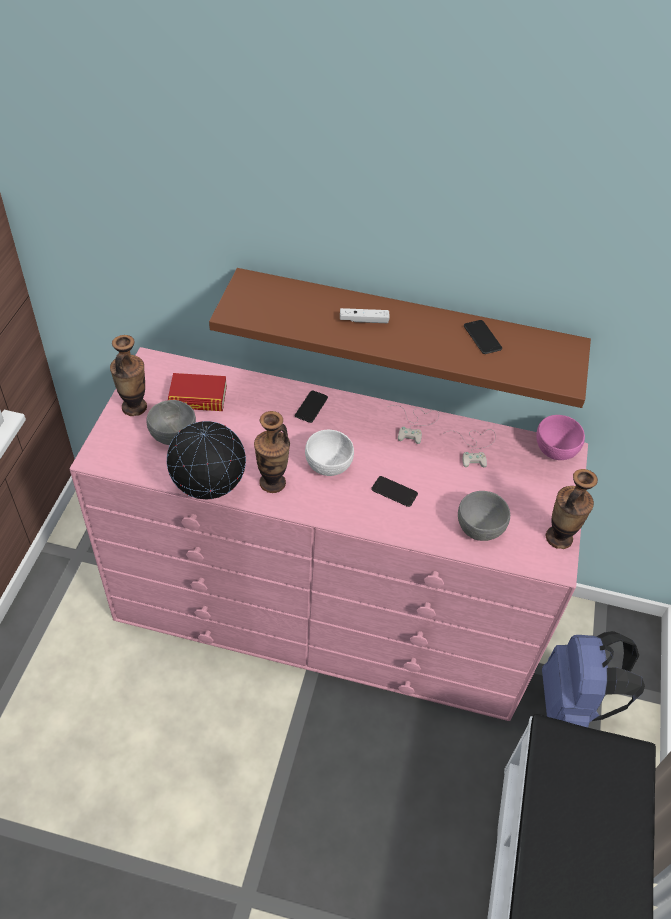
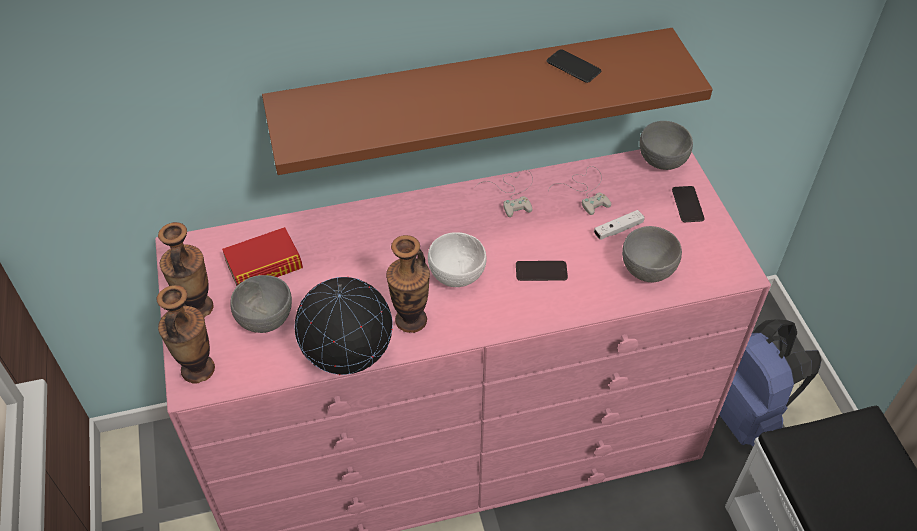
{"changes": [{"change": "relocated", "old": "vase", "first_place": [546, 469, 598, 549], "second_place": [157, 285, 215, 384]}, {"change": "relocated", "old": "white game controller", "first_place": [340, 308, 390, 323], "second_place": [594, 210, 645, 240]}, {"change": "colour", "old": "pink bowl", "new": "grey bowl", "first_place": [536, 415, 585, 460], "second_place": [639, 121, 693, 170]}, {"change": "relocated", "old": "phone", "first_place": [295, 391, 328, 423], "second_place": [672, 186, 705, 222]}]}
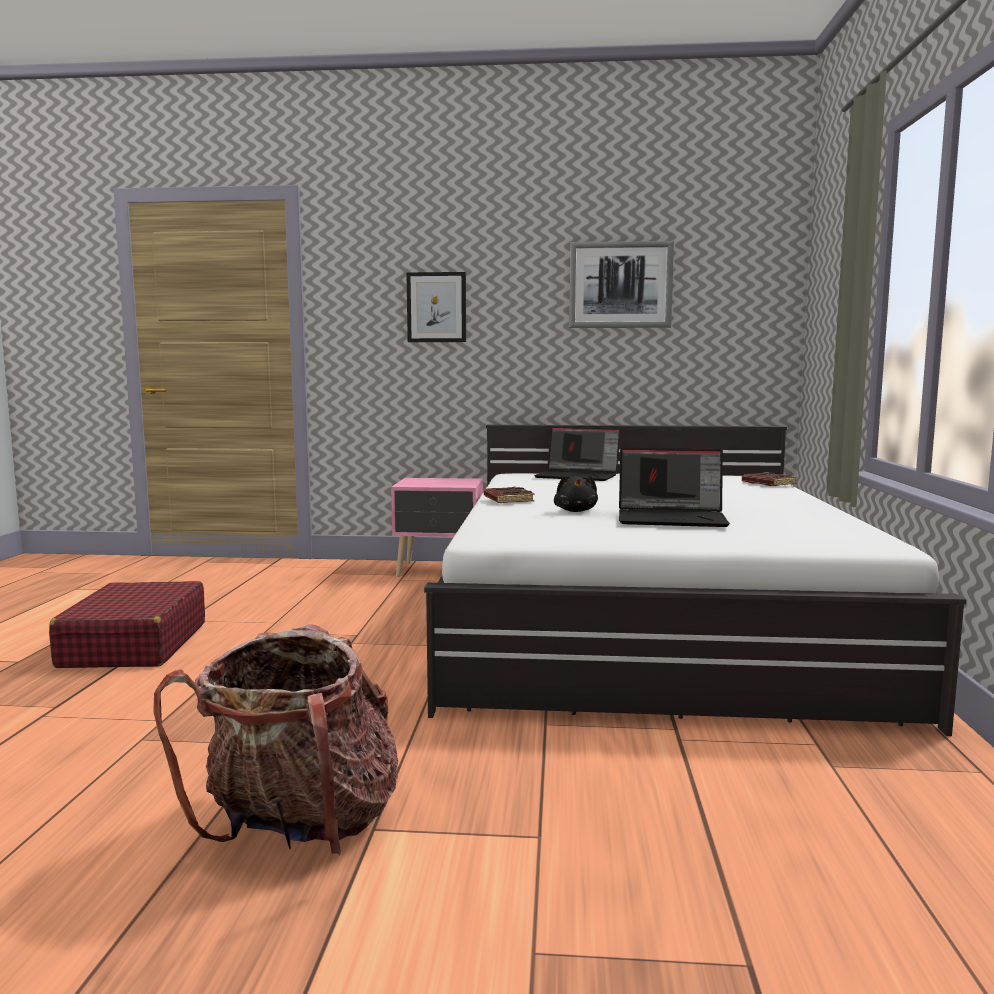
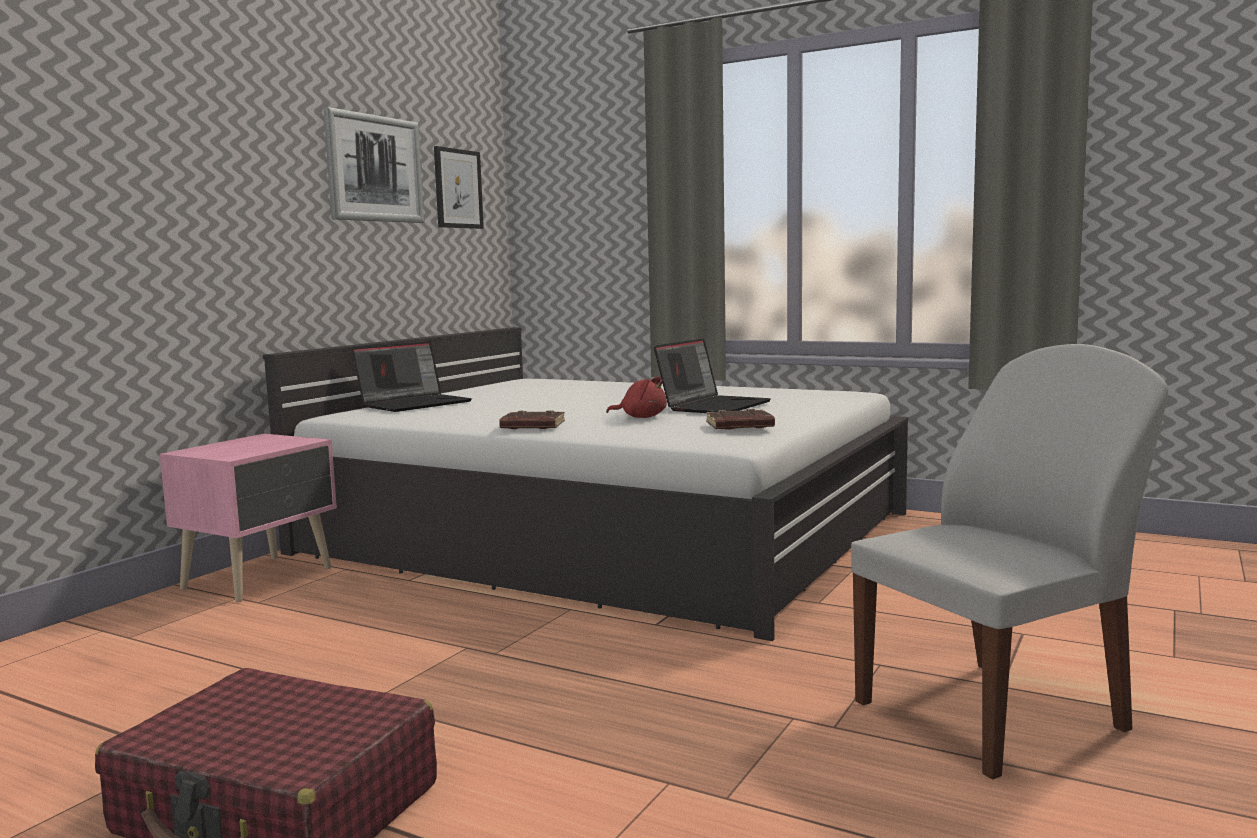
{"changes": [{"change": "relocated", "old": "picture", "first_place": [406, 272, 466, 342], "second_place": [434, 146, 484, 229]}, {"change": "colour", "old": "black plush toy", "new": "red plush toy", "first_place": [554, 475, 598, 512], "second_place": [606, 376, 667, 418]}, {"change": "relocated", "old": "brown book", "first_place": [742, 472, 797, 486], "second_place": [706, 409, 775, 430]}, {"change": "exchanged", "old": "backpack", "new": "white chair", "first_place": [153, 624, 398, 856], "second_place": [851, 344, 1168, 779]}]}
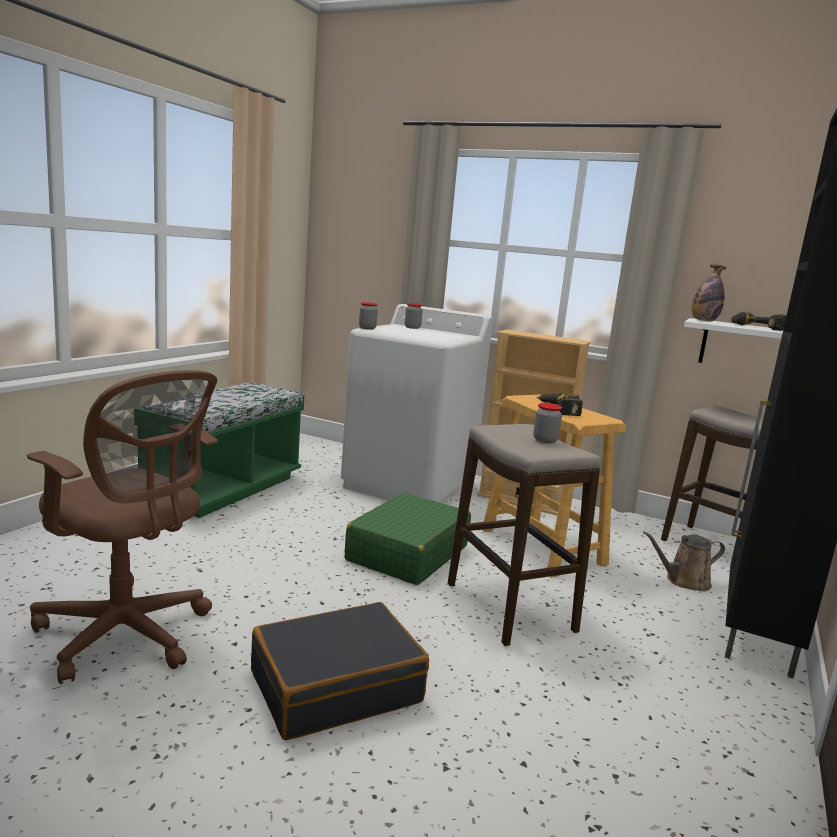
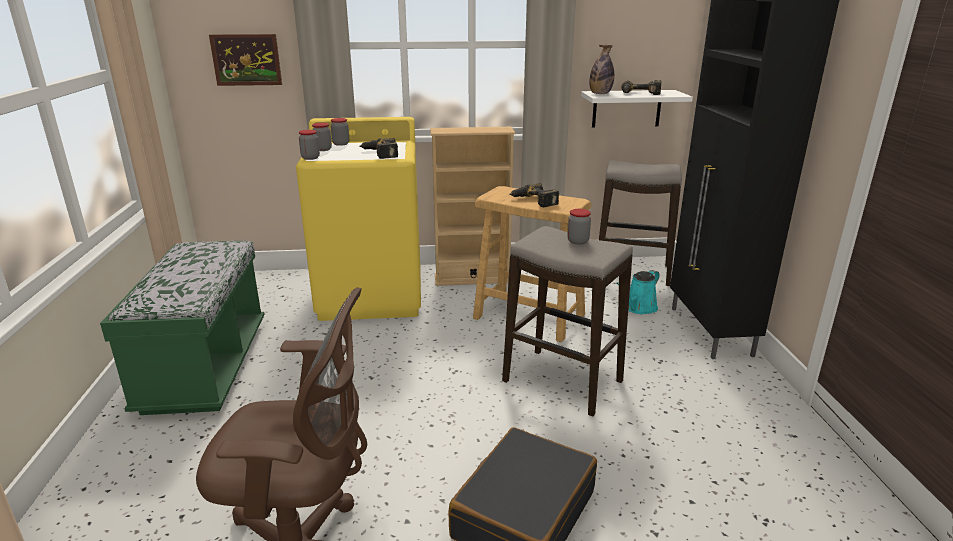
{"changes": [{"change": "appeared", "new": "picture", "second_place": [209, 34, 282, 86]}, {"change": "colour", "old": "white washing machine", "new": "yellow washing machine", "first_place": [341, 304, 493, 504], "second_place": [296, 117, 421, 321]}, {"change": "appeared", "new": "jar", "second_place": [312, 123, 332, 151]}, {"change": "appeared", "new": "power drill", "second_place": [359, 138, 398, 159]}, {"change": "colour", "old": "brown watering can", "new": "turquoise watering can", "first_place": [643, 531, 725, 591], "second_place": [616, 270, 660, 314]}, {"change": "missing", "old": "green suitcase", "first_place": [345, 493, 471, 585]}]}
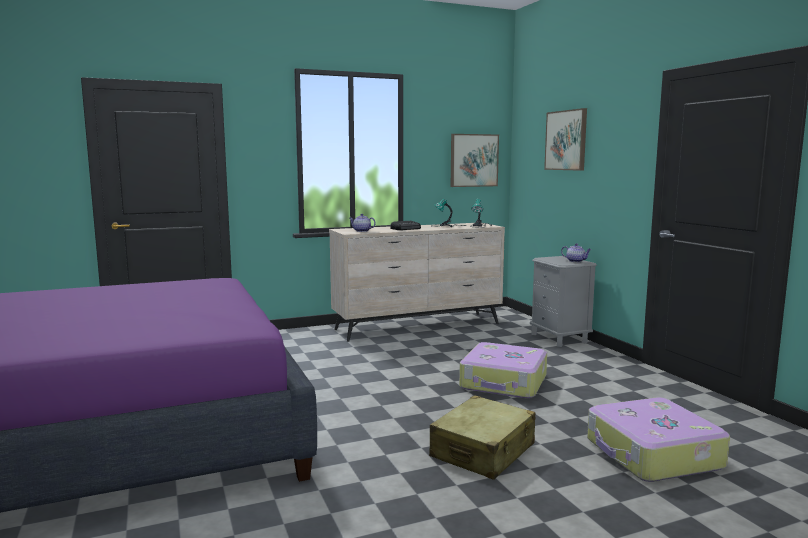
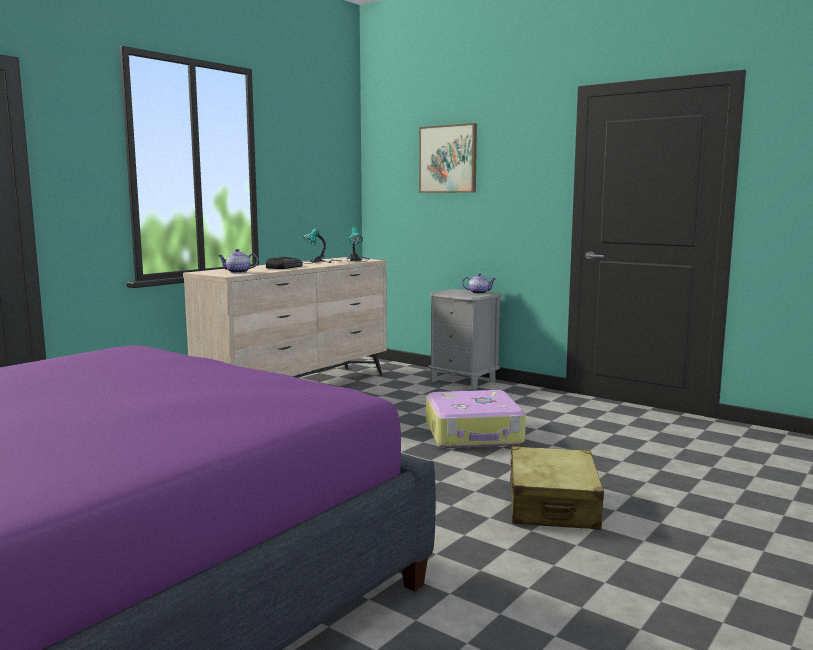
{"changes": [{"change": "missing", "old": "picture", "first_place": [451, 134, 499, 187]}, {"change": "missing", "old": "suitcase", "first_place": [587, 397, 730, 482]}]}
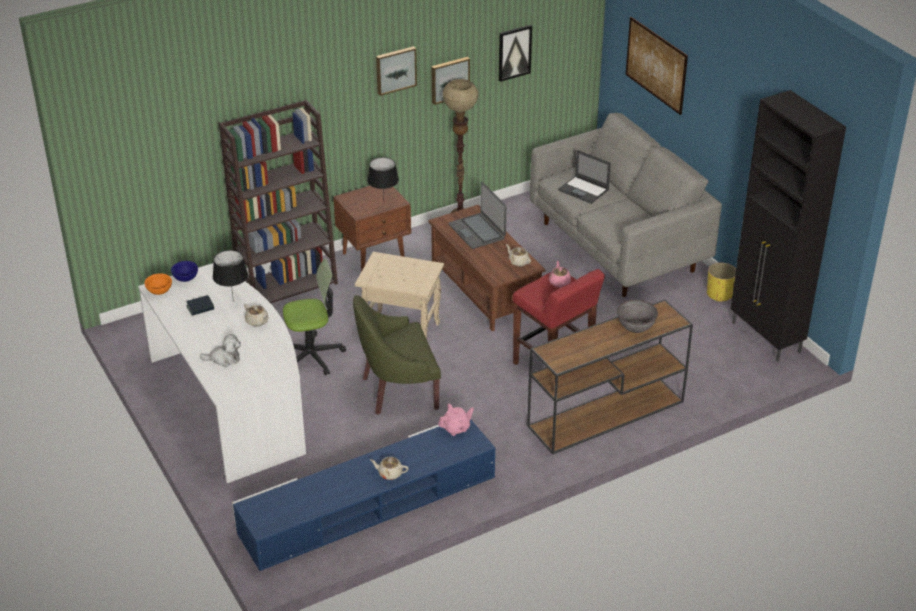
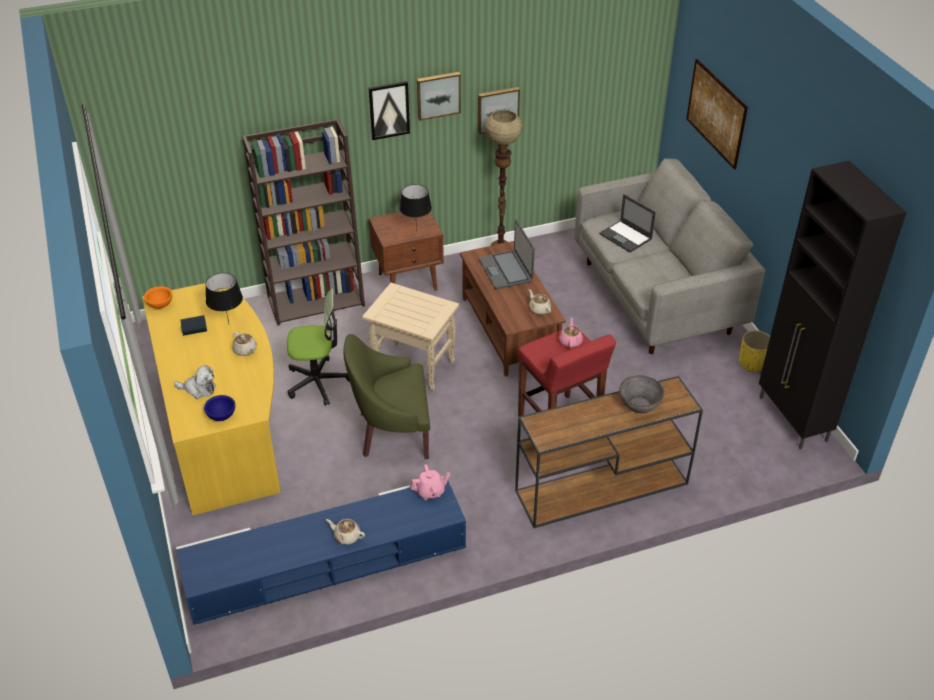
{"changes": [{"change": "colour", "old": "white desk", "new": "yellow desk", "first_place": [138, 263, 306, 483], "second_place": [142, 283, 281, 515]}, {"change": "relocated", "old": "blue bowl", "first_place": [171, 261, 198, 282], "second_place": [204, 395, 235, 421]}, {"change": "relocated", "old": "picture", "first_place": [499, 25, 532, 82], "second_place": [369, 81, 410, 140]}]}
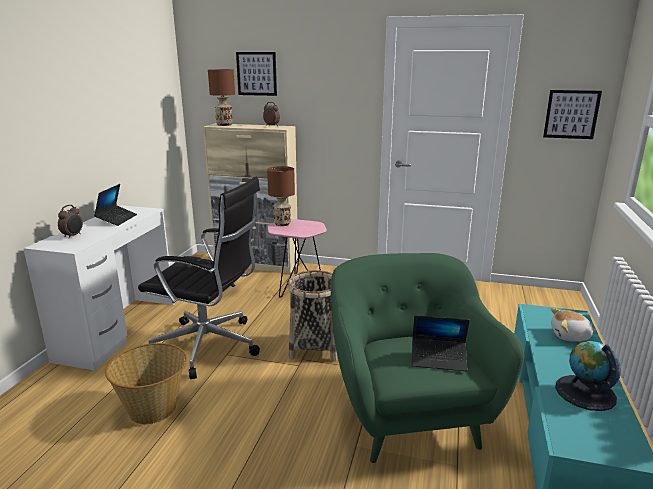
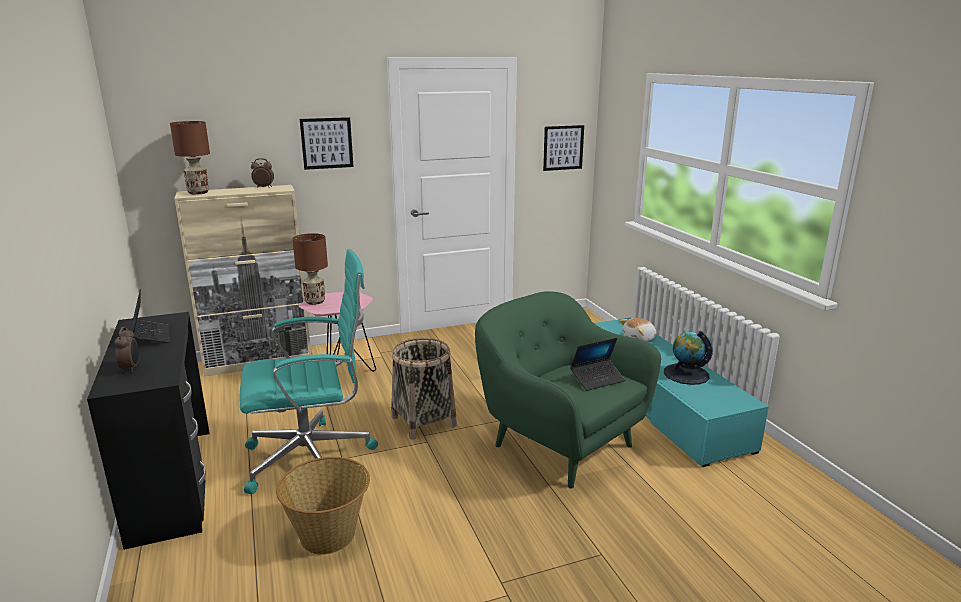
{"changes": [{"change": "colour", "old": "white desk", "new": "black desk", "first_place": [23, 205, 174, 370], "second_place": [87, 312, 210, 550]}, {"change": "colour", "old": "black office chair", "new": "turquoise office chair", "first_place": [138, 177, 260, 379], "second_place": [239, 249, 378, 494]}, {"change": "relocated", "old": "picture", "first_place": [236, 52, 277, 96], "second_place": [300, 117, 354, 170]}]}
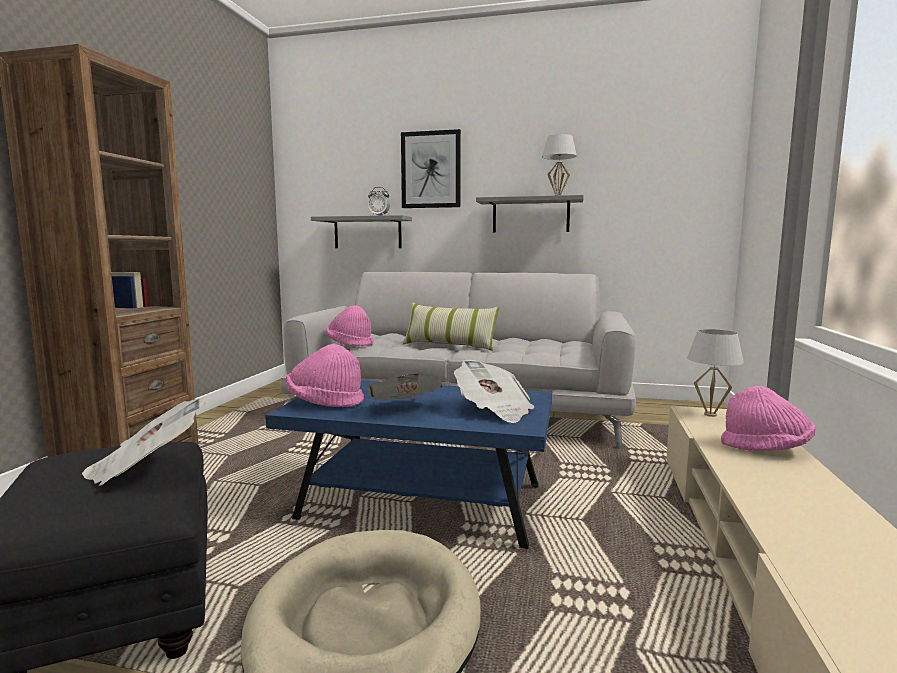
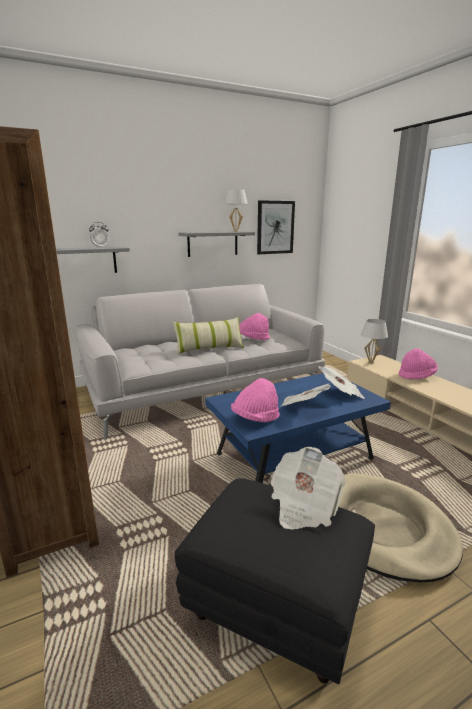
{"changes": [{"change": "relocated", "old": "pink hat", "first_place": [326, 305, 374, 347], "second_place": [239, 313, 270, 340]}, {"change": "relocated", "old": "picture", "first_place": [401, 129, 461, 208], "second_place": [257, 200, 295, 254]}]}
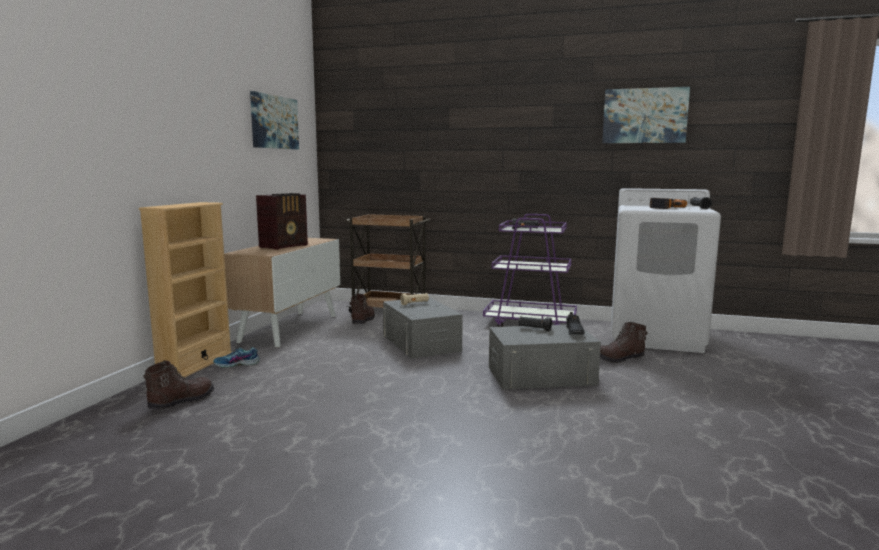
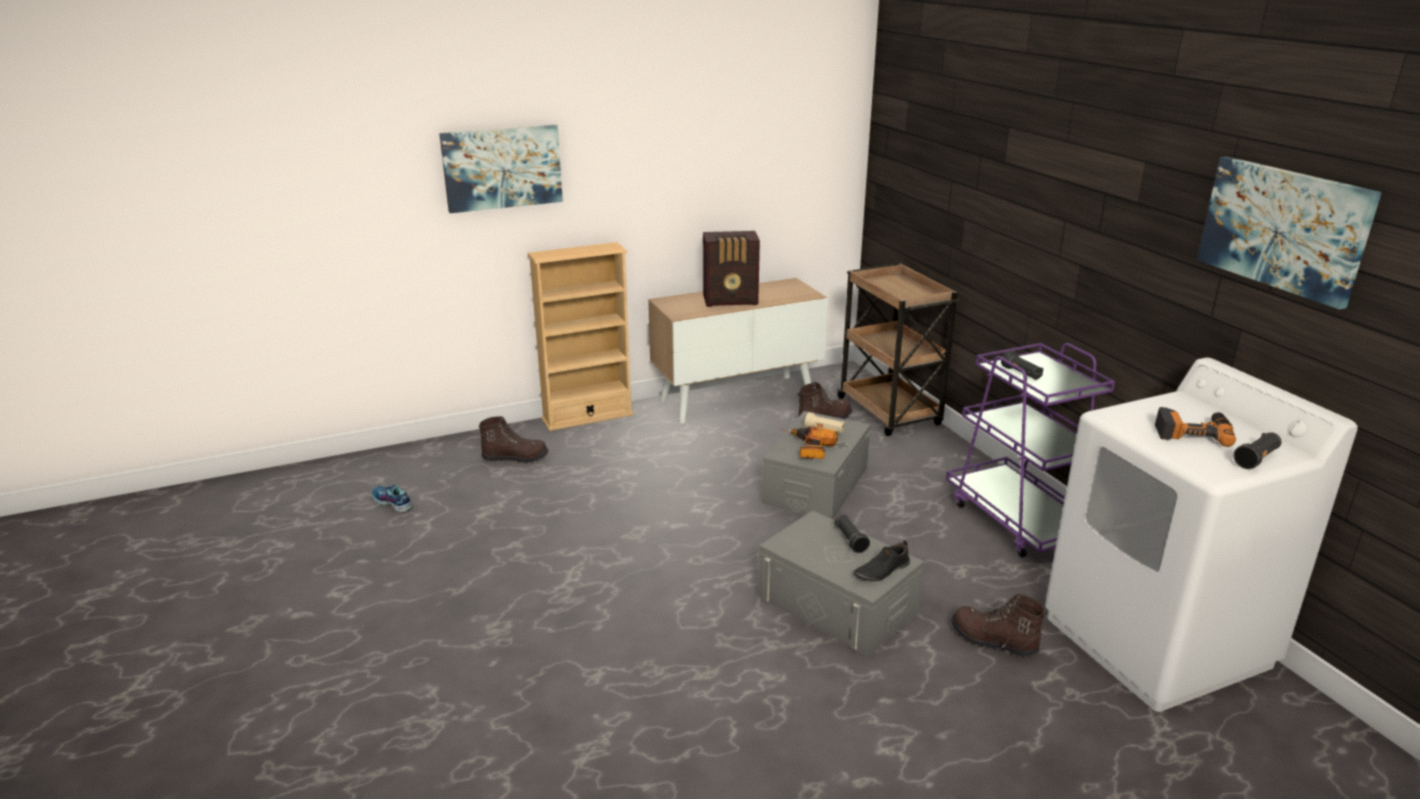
{"changes": [{"change": "relocated", "old": "shoe", "first_place": [213, 347, 260, 368], "second_place": [372, 485, 413, 513]}, {"change": "relocated", "old": "picture", "first_place": [250, 91, 299, 150], "second_place": [439, 125, 563, 213]}, {"change": "appeared", "new": "power drill", "second_place": [782, 426, 838, 459]}]}
